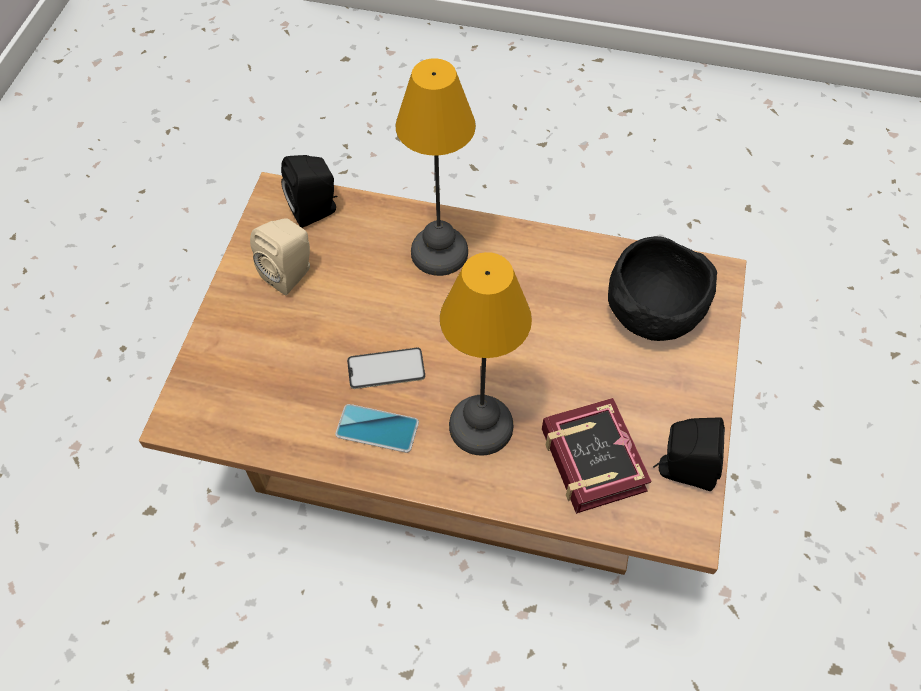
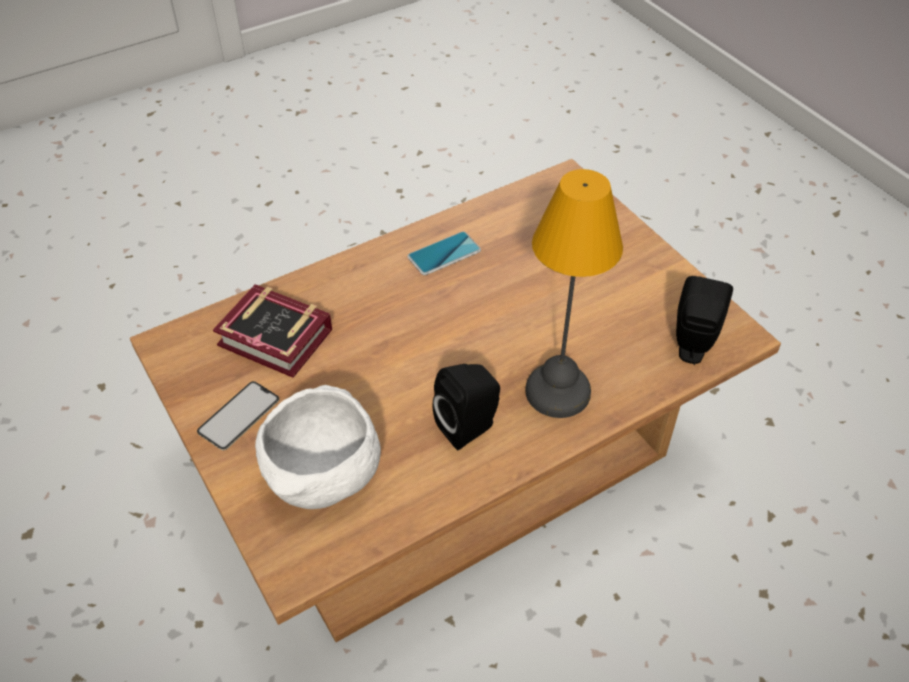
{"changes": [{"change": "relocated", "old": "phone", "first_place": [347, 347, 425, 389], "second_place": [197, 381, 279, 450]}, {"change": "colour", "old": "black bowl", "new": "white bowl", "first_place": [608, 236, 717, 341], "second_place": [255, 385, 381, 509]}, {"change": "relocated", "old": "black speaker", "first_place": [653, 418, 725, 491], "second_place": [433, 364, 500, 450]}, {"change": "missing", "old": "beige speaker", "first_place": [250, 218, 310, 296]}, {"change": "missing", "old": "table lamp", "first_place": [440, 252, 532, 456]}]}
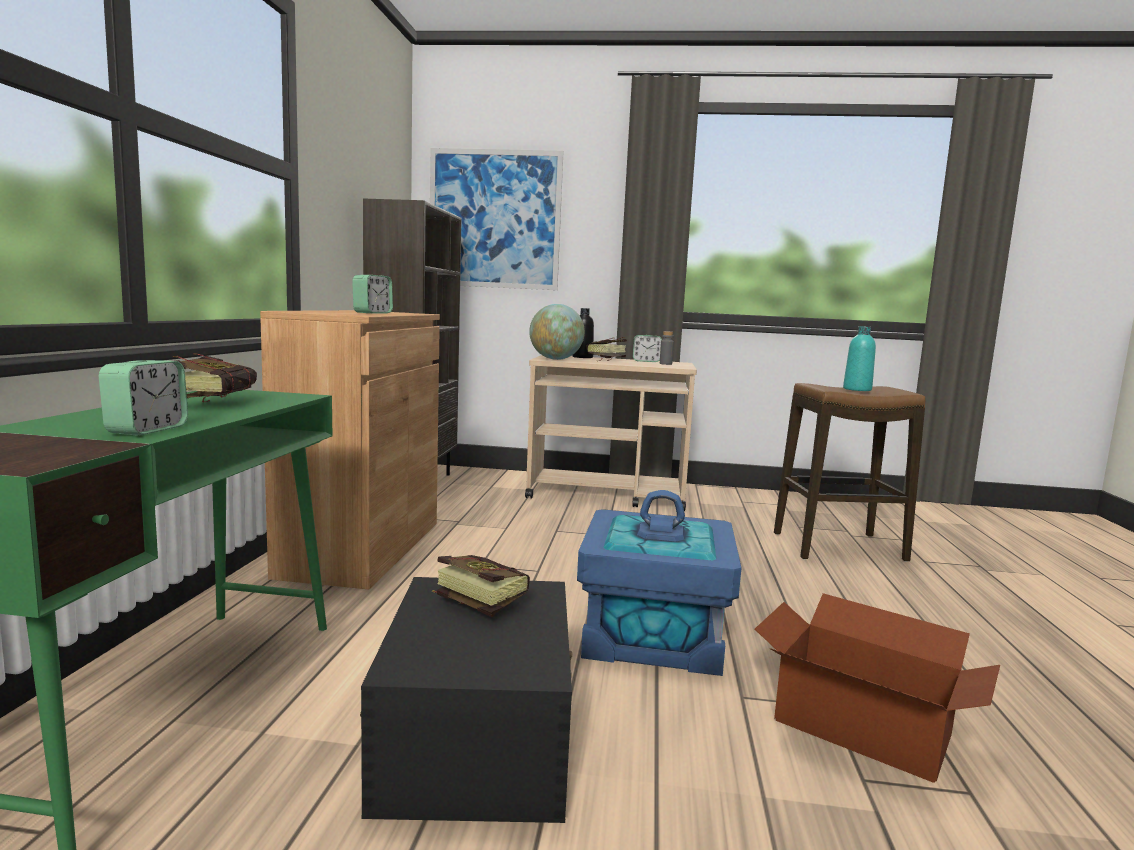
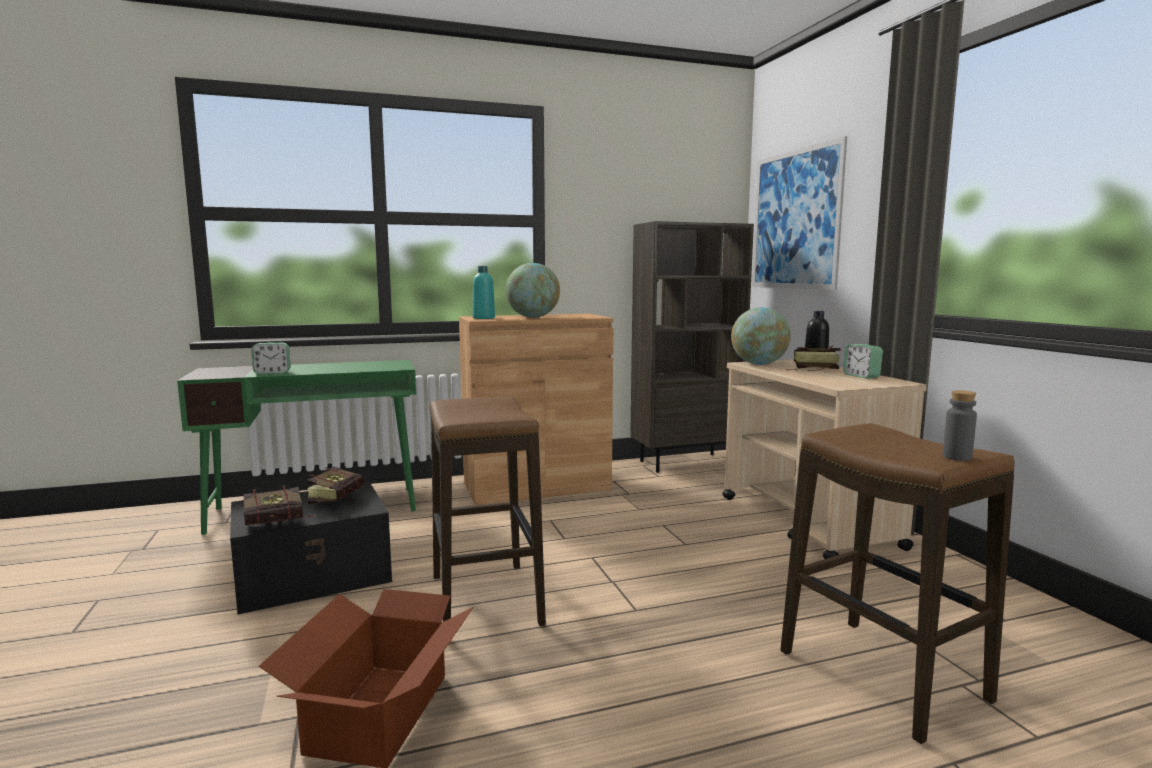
{"changes": [{"change": "relocated", "old": "book", "first_place": [173, 353, 257, 403], "second_place": [243, 485, 315, 525]}, {"change": "exchanged", "old": "blue storage box", "new": "stool", "first_place": [577, 490, 742, 676], "second_place": [430, 397, 546, 626]}, {"change": "relocated", "old": "turquoise bottle", "first_place": [843, 326, 876, 391], "second_place": [473, 266, 495, 319]}, {"change": "exchanged", "old": "alarm clock", "new": "globe", "first_place": [352, 275, 393, 313], "second_place": [506, 263, 560, 318]}, {"change": "relocated", "old": "grey bottle", "first_place": [660, 331, 674, 365], "second_place": [943, 390, 977, 461]}]}
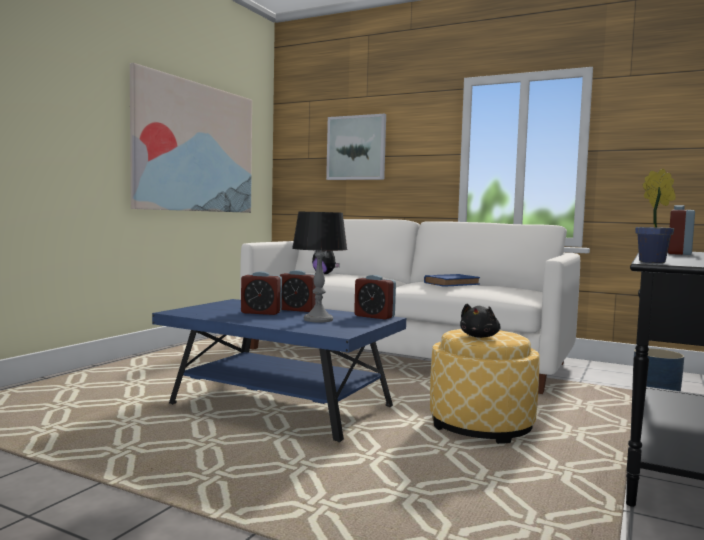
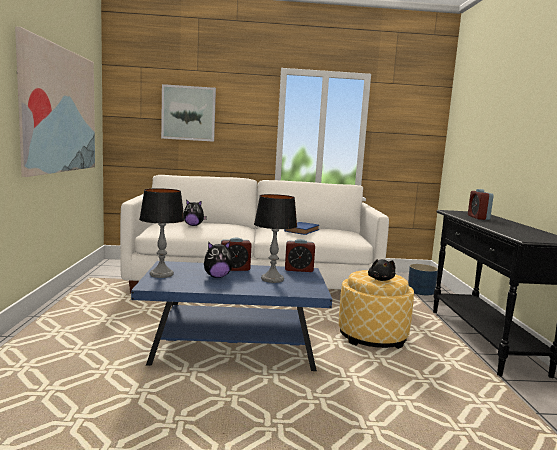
{"changes": [{"change": "appeared", "new": "table lamp", "second_place": [139, 188, 185, 278]}, {"change": "exchanged", "old": "alarm clock", "new": "plush toy", "first_place": [241, 271, 282, 315], "second_place": [204, 242, 233, 278]}, {"change": "missing", "old": "potted plant", "first_place": [635, 169, 676, 263]}]}
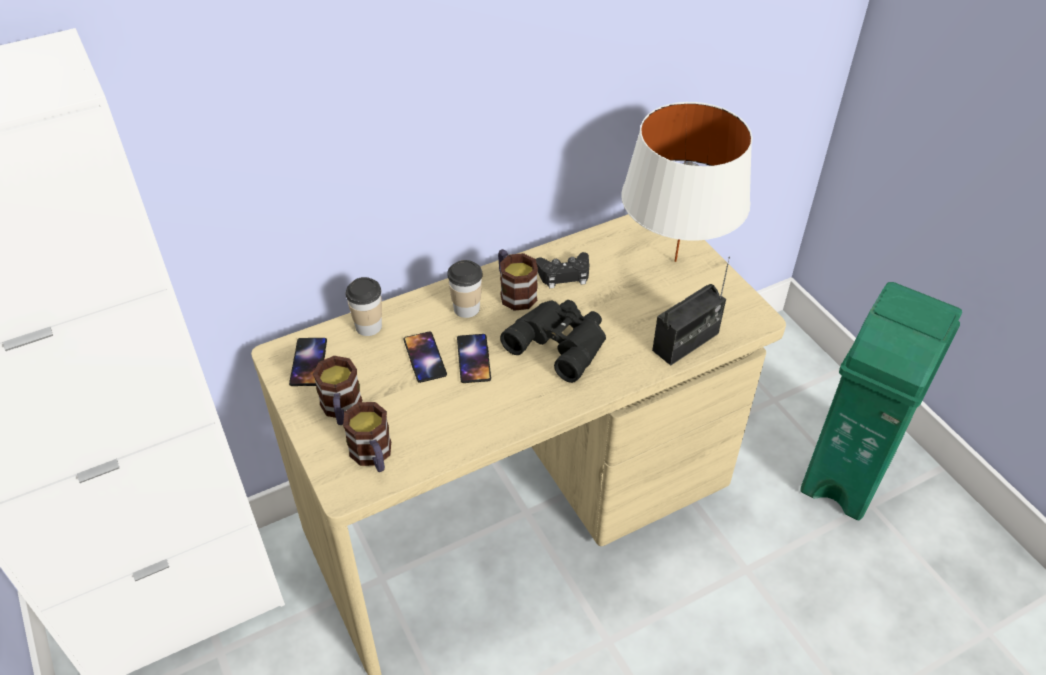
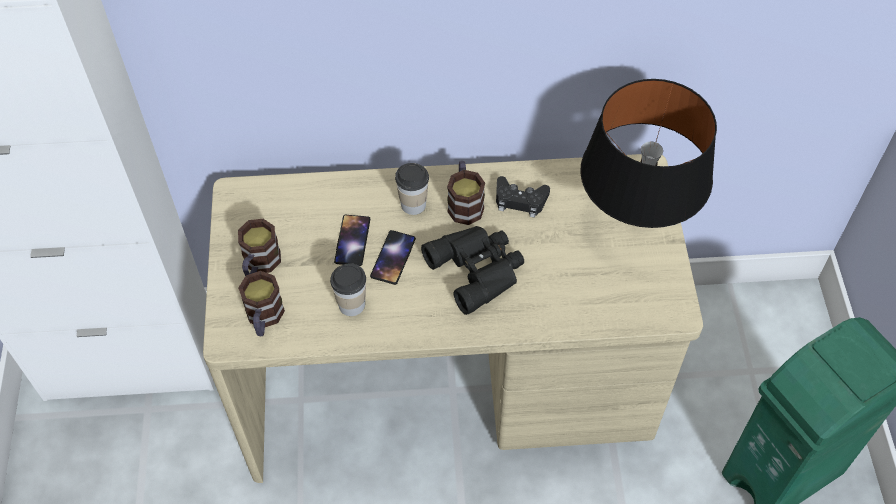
{"changes": [{"change": "relocated", "old": "cup", "first_place": [345, 277, 382, 336], "second_place": [330, 263, 366, 316]}, {"change": "colour", "old": "white table lamp", "new": "black table lamp", "first_place": [621, 102, 752, 262], "second_place": [580, 79, 717, 228]}, {"change": "missing", "old": "phone", "first_place": [289, 338, 327, 386]}, {"change": "missing", "old": "radio", "first_place": [652, 256, 730, 365]}]}
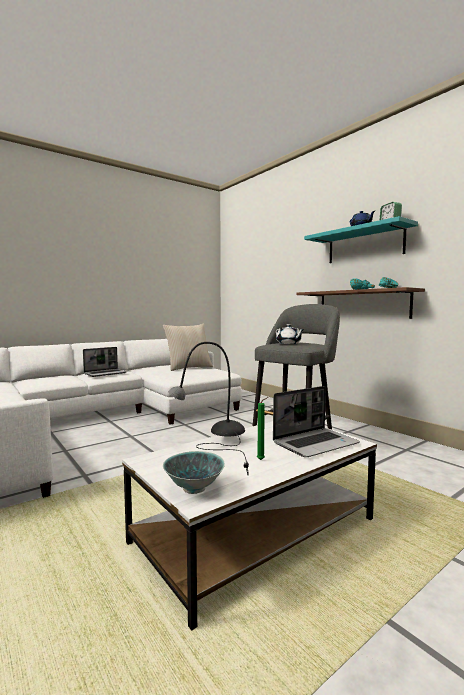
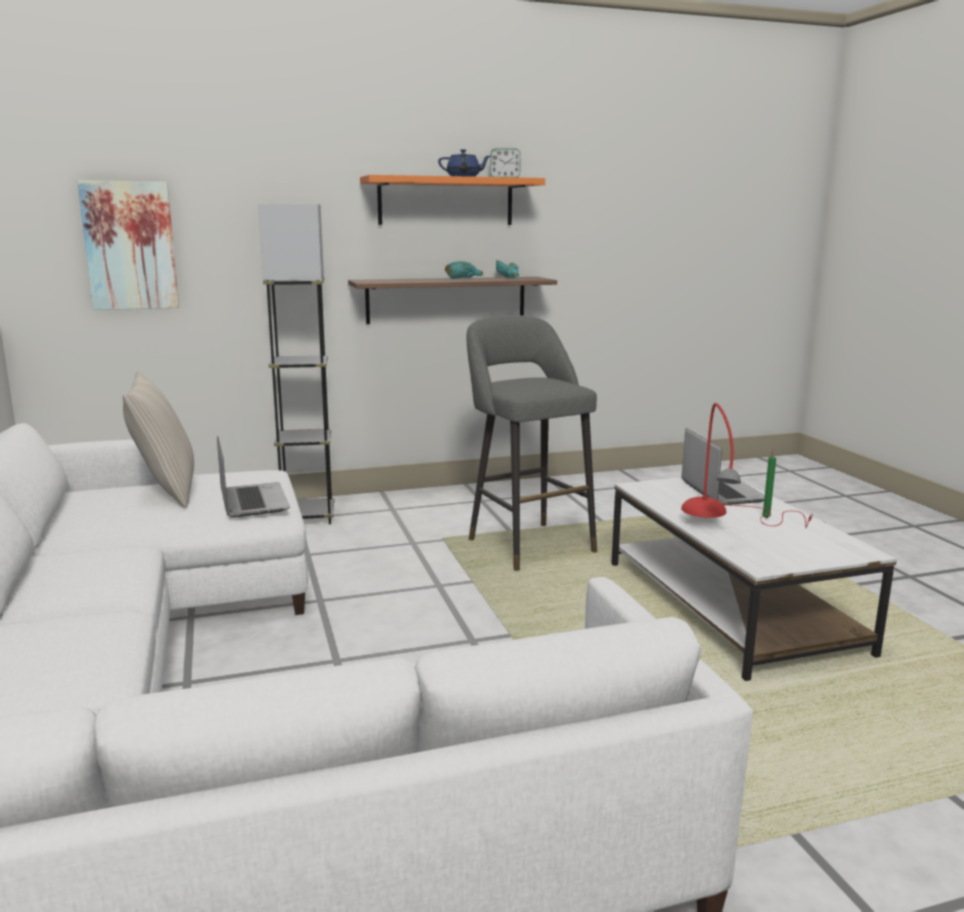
{"changes": [{"change": "appeared", "new": "picture", "second_place": [77, 180, 179, 310]}, {"change": "relocated", "old": "laptop", "first_place": [83, 347, 127, 377], "second_place": [217, 436, 290, 518]}, {"change": "appeared", "new": "grey floor lamp", "second_place": [258, 204, 335, 524]}, {"change": "colour", "old": "turquoise shelf", "new": "orange shelf", "first_place": [304, 216, 418, 263], "second_place": [360, 175, 545, 225]}, {"change": "colour", "old": "grey table lamp", "new": "red table lamp", "first_place": [169, 342, 249, 475], "second_place": [681, 403, 813, 528]}, {"change": "missing", "old": "bowl", "first_place": [163, 451, 225, 494]}, {"change": "missing", "old": "white teapot", "first_place": [276, 324, 304, 344]}]}
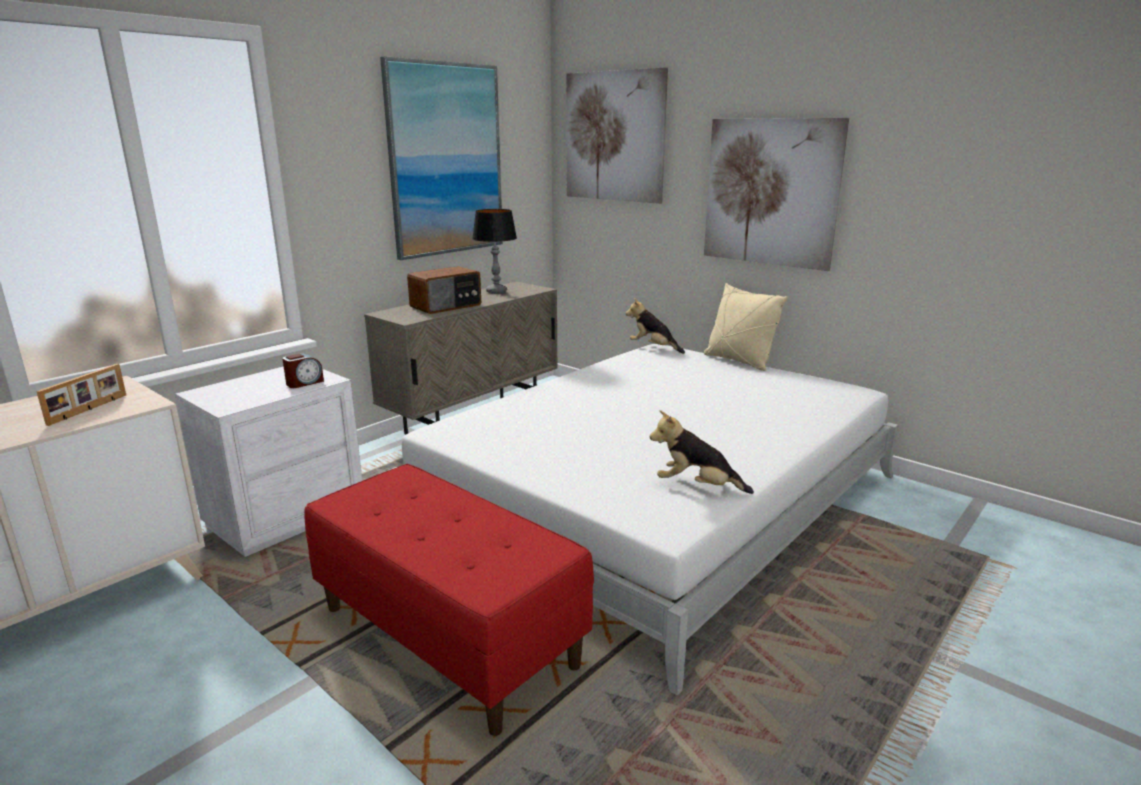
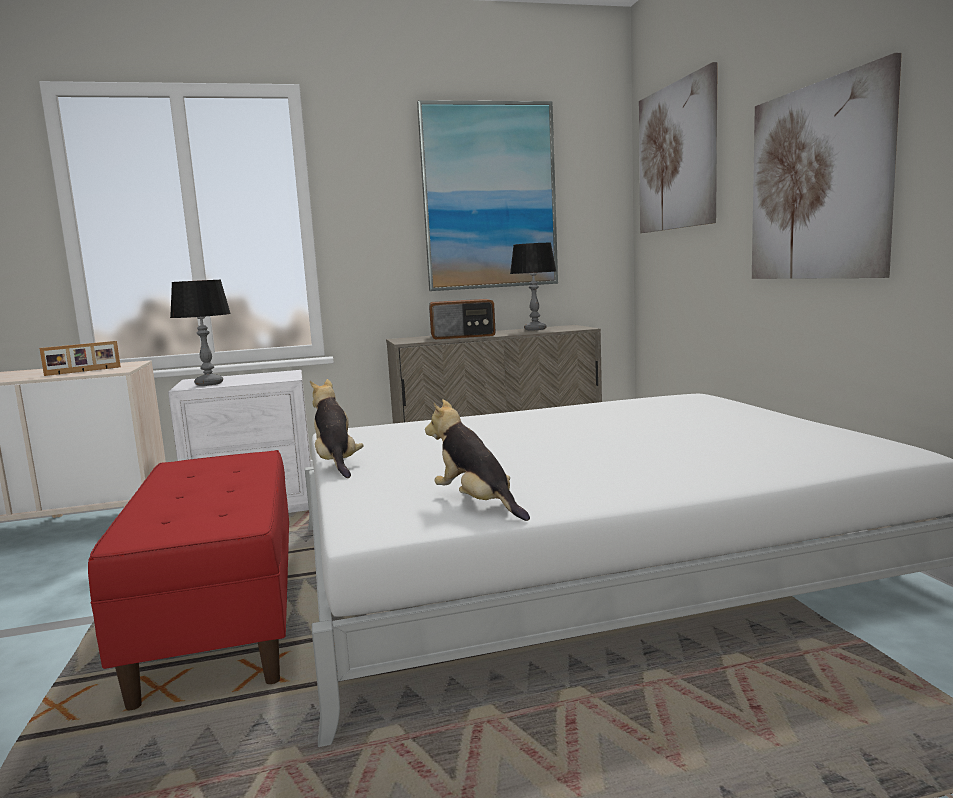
{"changes": [{"change": "appeared", "new": "table lamp", "second_place": [170, 280, 231, 386]}, {"change": "relocated", "old": "plush toy", "first_place": [626, 298, 685, 354], "second_place": [310, 379, 364, 478]}, {"change": "missing", "old": "alarm clock", "first_place": [282, 354, 324, 388]}, {"change": "missing", "old": "beige pillow", "first_place": [704, 283, 788, 371]}]}
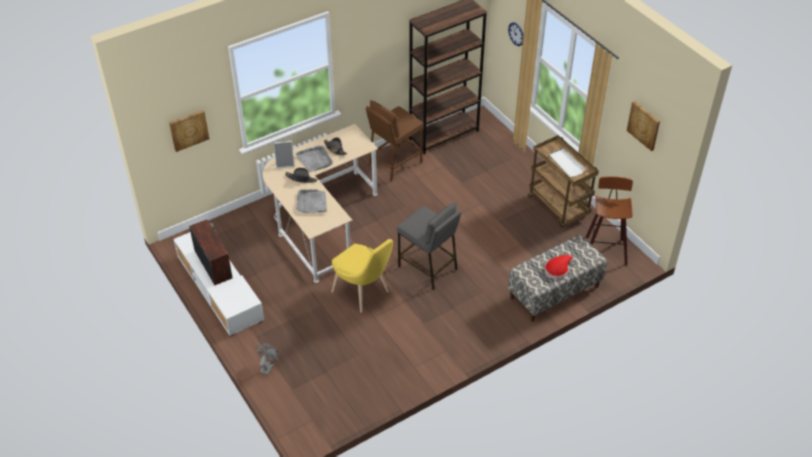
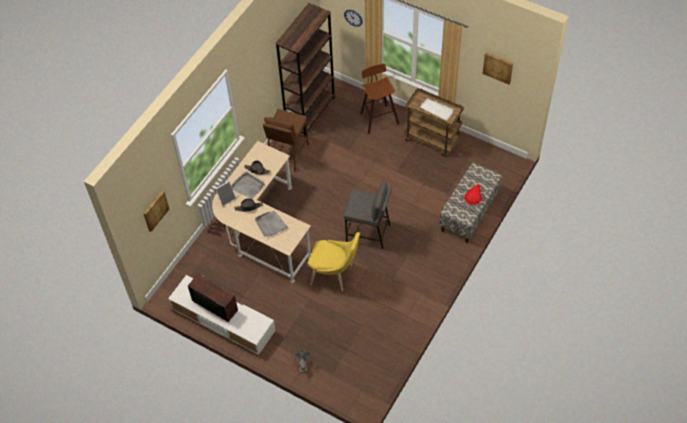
{"changes": [{"change": "relocated", "old": "stool", "first_place": [586, 176, 633, 265], "second_place": [360, 63, 399, 134]}]}
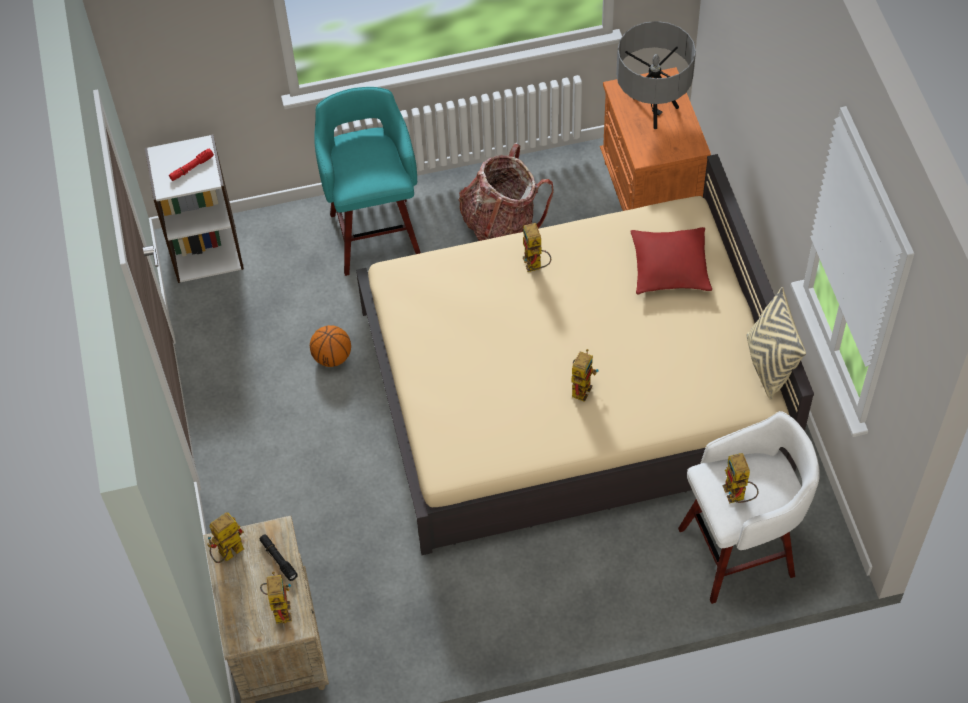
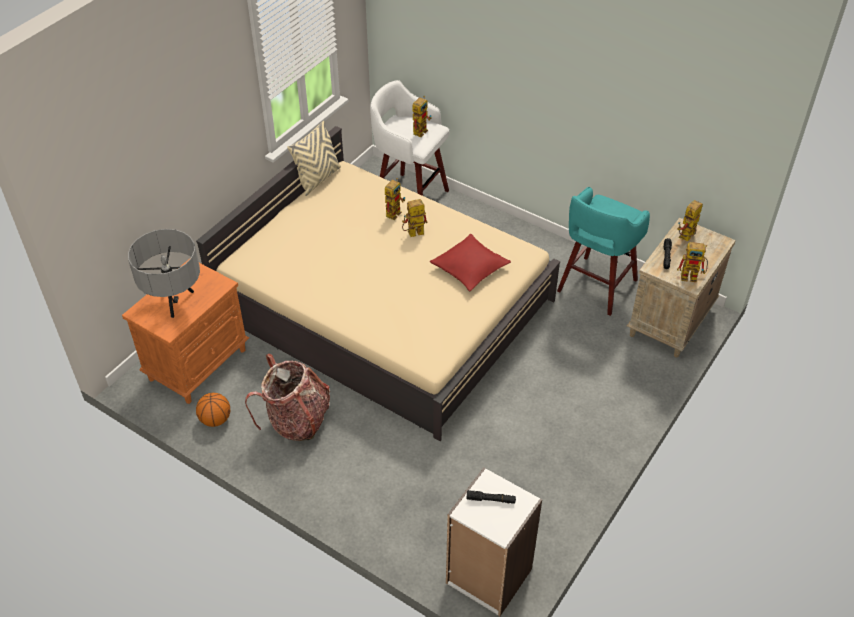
{"changes": [{"change": "relocated", "old": "basketball", "first_place": [310, 325, 351, 367], "second_place": [196, 393, 230, 427]}, {"change": "relocated", "old": "toy robot", "first_place": [523, 223, 551, 272], "second_place": [385, 178, 406, 220]}, {"change": "relocated", "old": "red pillow", "first_place": [631, 227, 712, 295], "second_place": [430, 233, 511, 292]}, {"change": "colour", "old": "red flashlight", "new": "black flashlight", "first_place": [169, 149, 214, 181], "second_place": [466, 490, 516, 504]}, {"change": "relocated", "old": "turquoise stool", "first_place": [314, 87, 421, 276], "second_place": [557, 187, 650, 316]}]}
